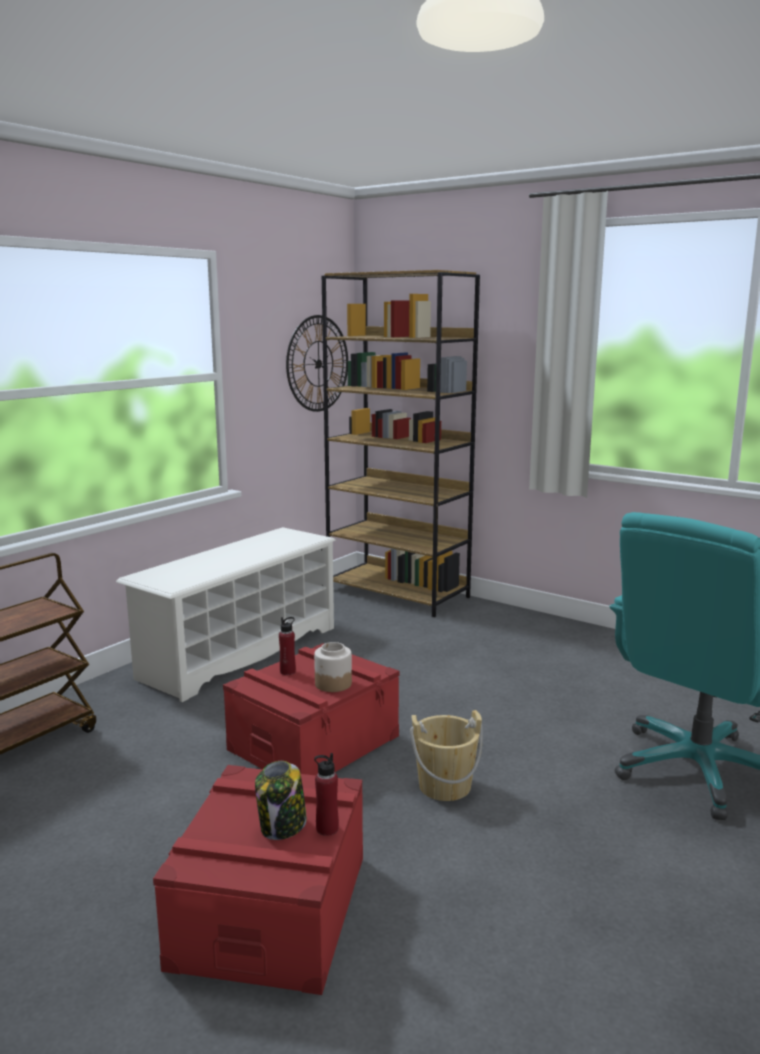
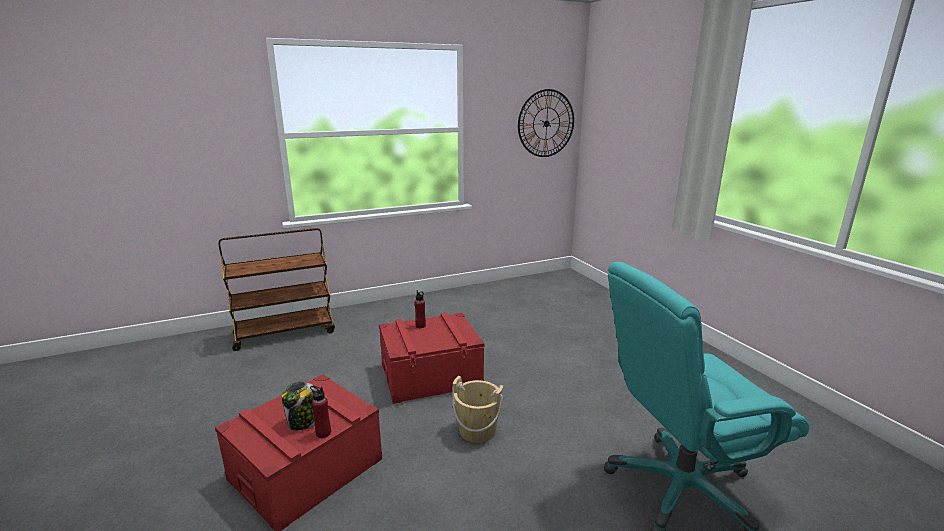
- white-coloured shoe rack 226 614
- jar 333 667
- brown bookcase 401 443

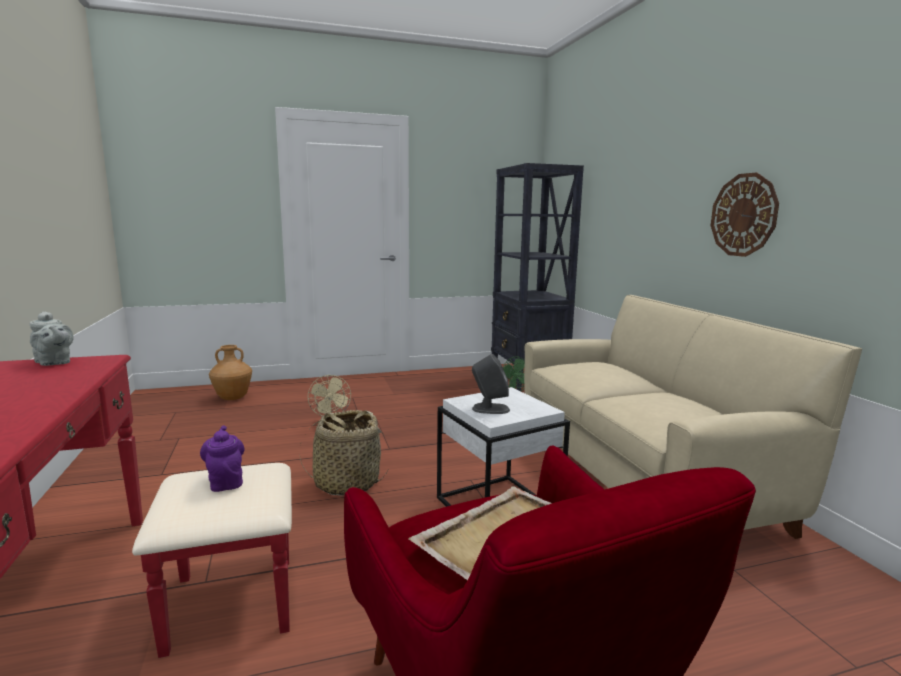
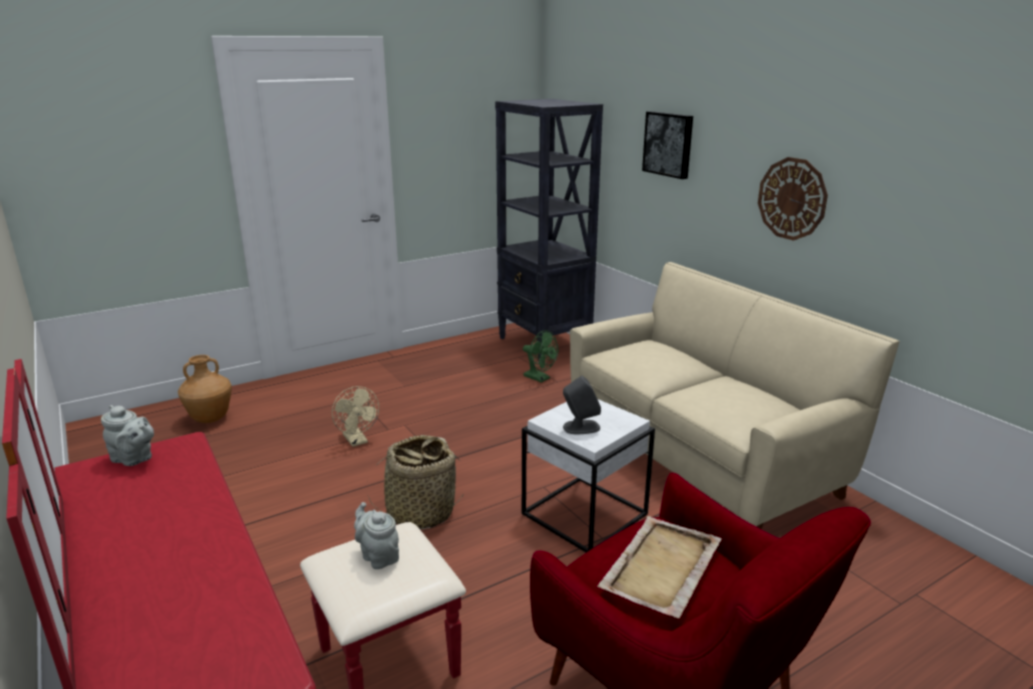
~ purple-coloured teapot 222 459 to gray teapot 376 535
+ picture 667 145

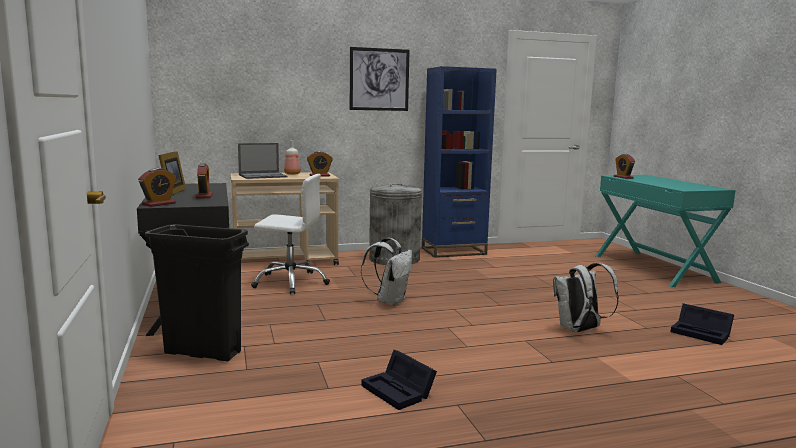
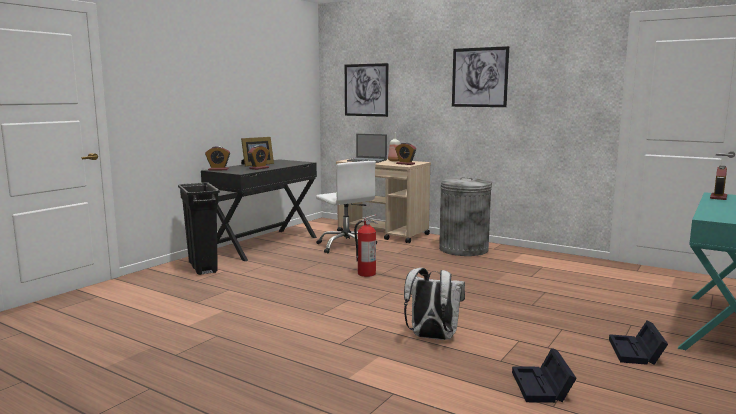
+ picture 367 90
~ white-coloured backpack 386 272 to extinguisher 366 245
~ black-coloured storage bin 399 380 to 638 342
- blue bookcase 459 162

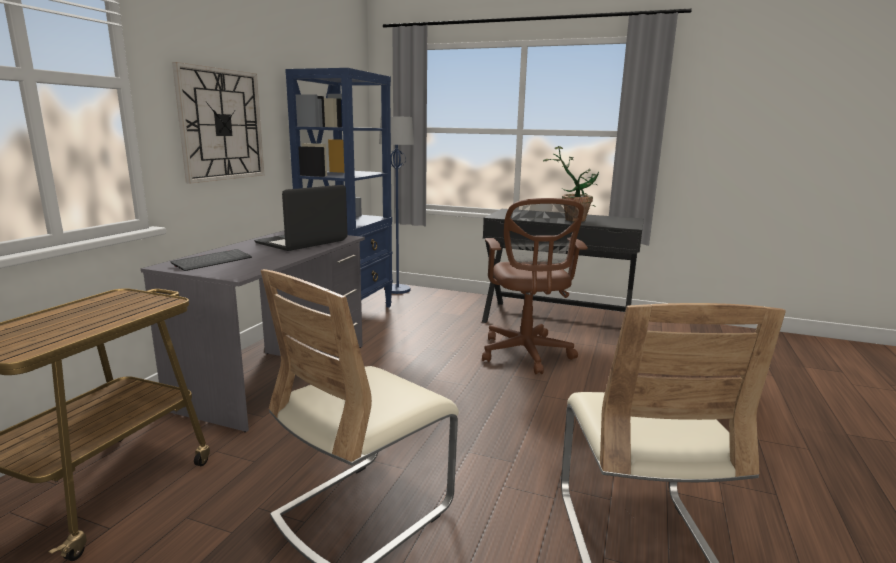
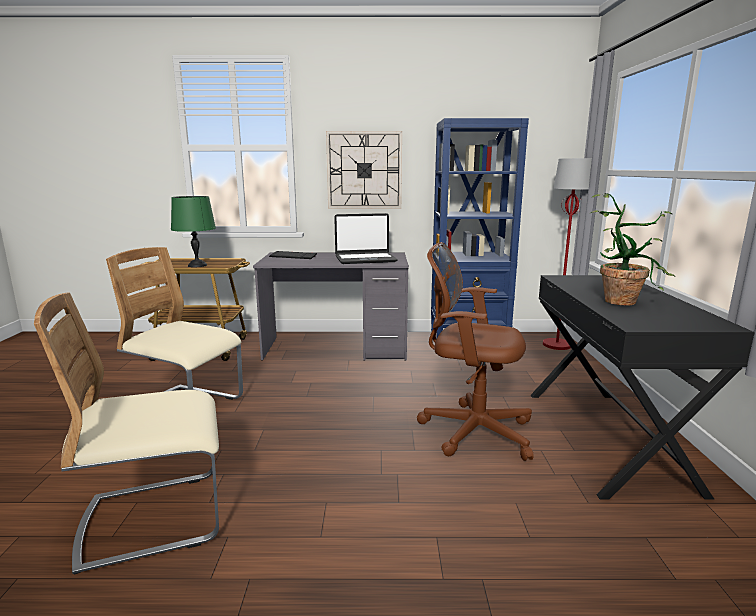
+ greenish table lamp 193 231
~ notebook computer 301 218 = 366 238 150 degrees clockwise
~ brown computer chair 535 286 = 475 351 45 degrees clockwise
~ blue standing lamp 396 205 to red-coloured standing lamp 567 254

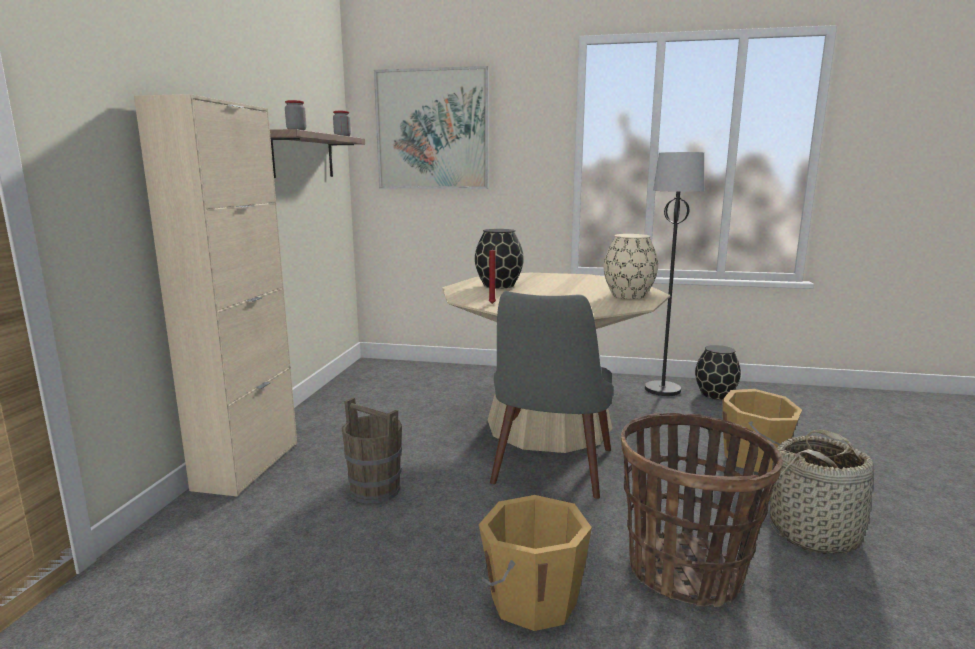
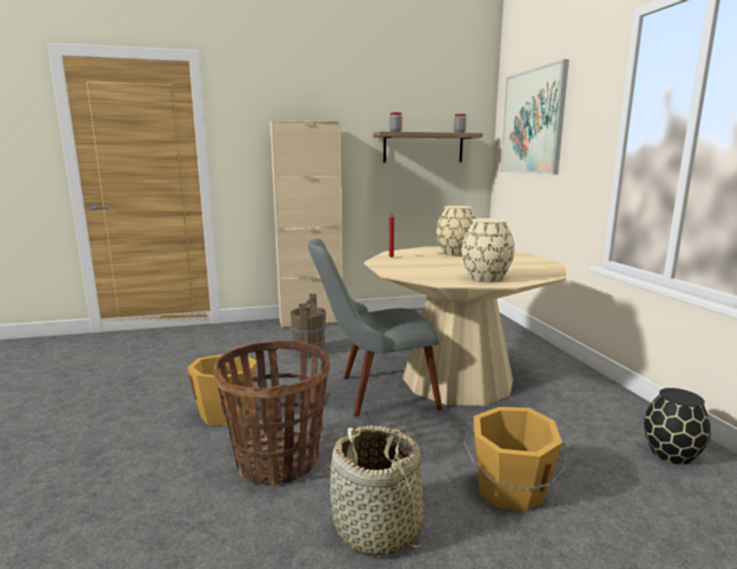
~ black-coloured vase 499 259 to beige vase 455 230
- black-coloured standing lamp 674 274

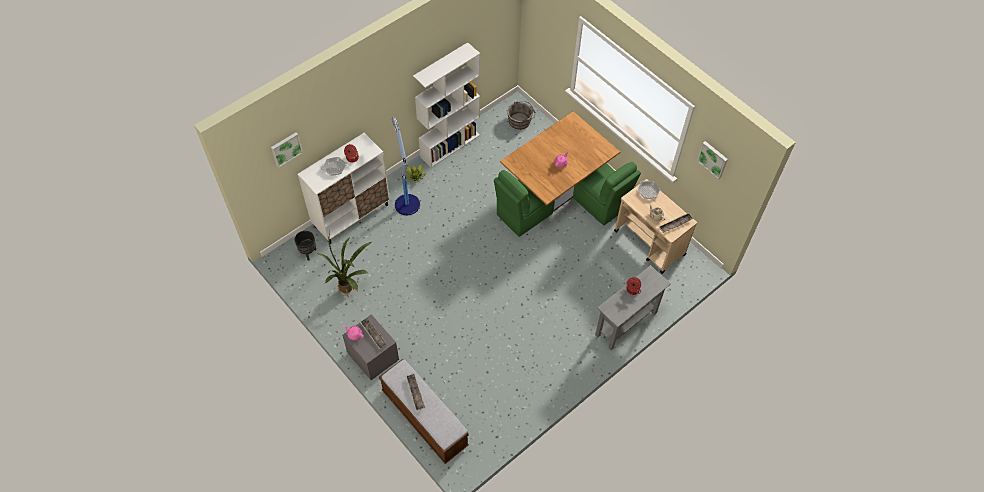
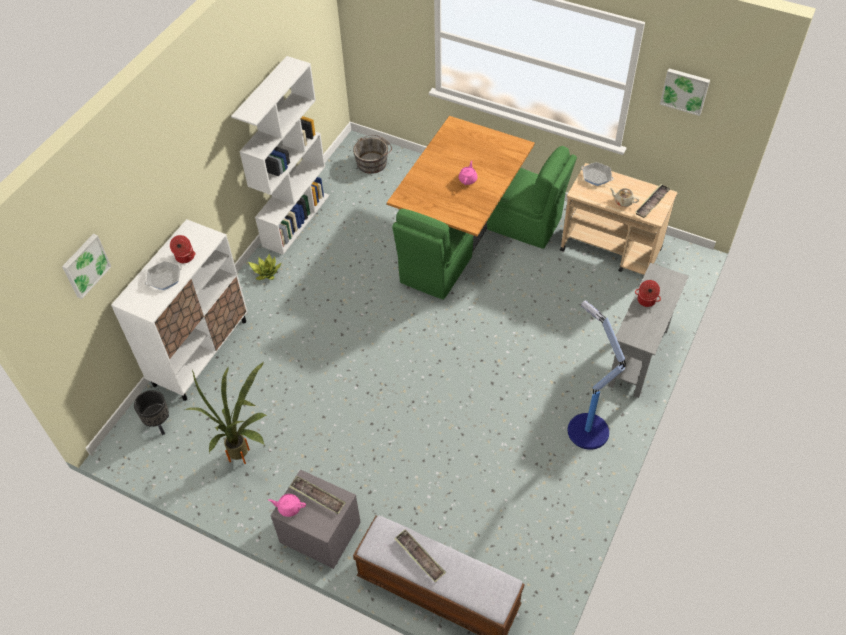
~ standing lamp 406 166 to 597 375

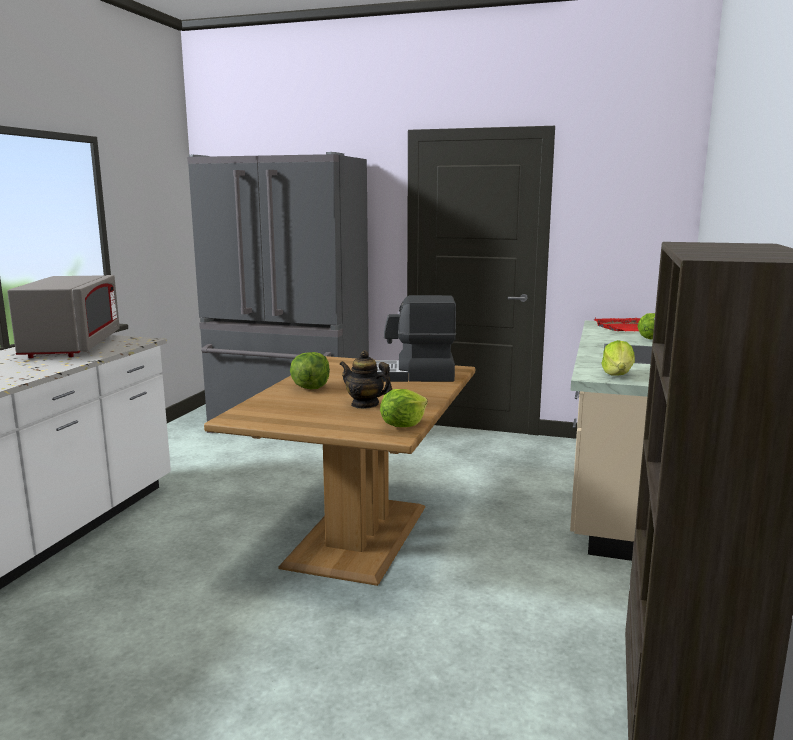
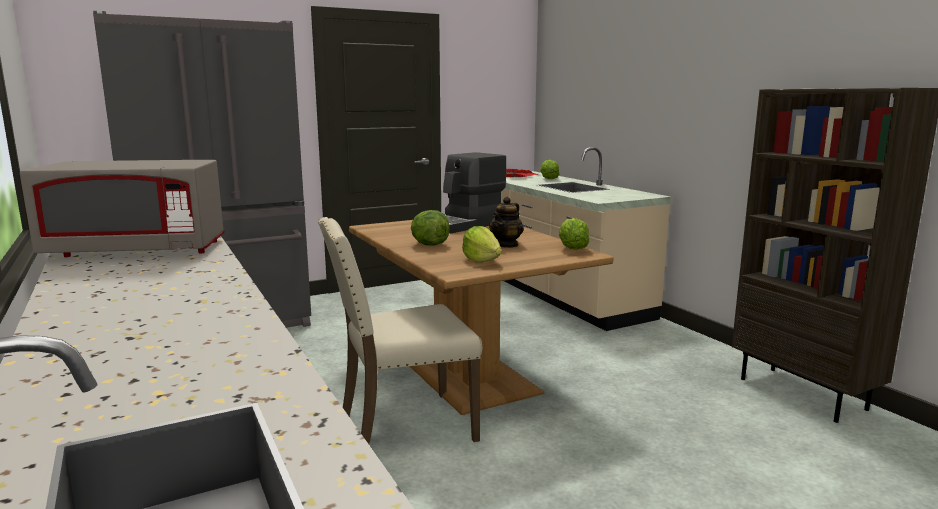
~ gray microwave oven 63 316 = 122 208 135 degrees clockwise
+ beige upright chair 400 330
~ lettuce 618 358 to 482 244
~ teapot 365 379 = 506 222 45 degrees counterclockwise

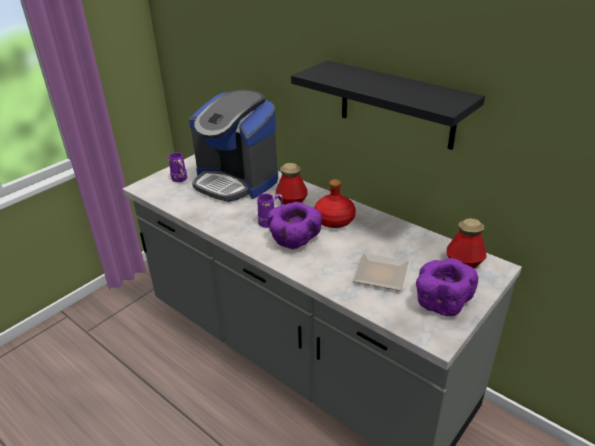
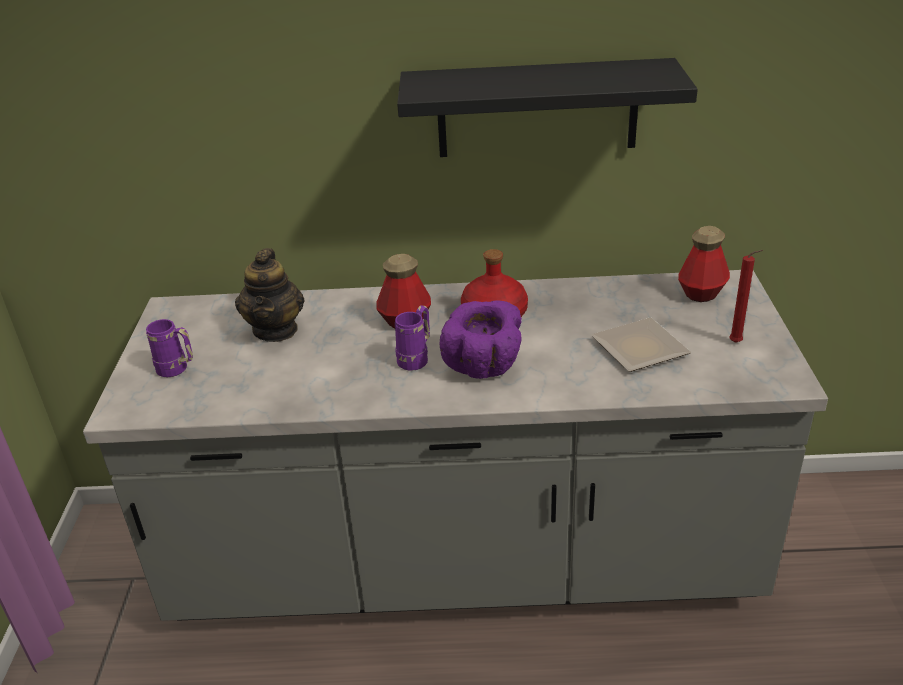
~ coffee brewer 233 145 to teapot 269 295
~ purple-coloured deep dish 447 287 to red-coloured wax light 746 296

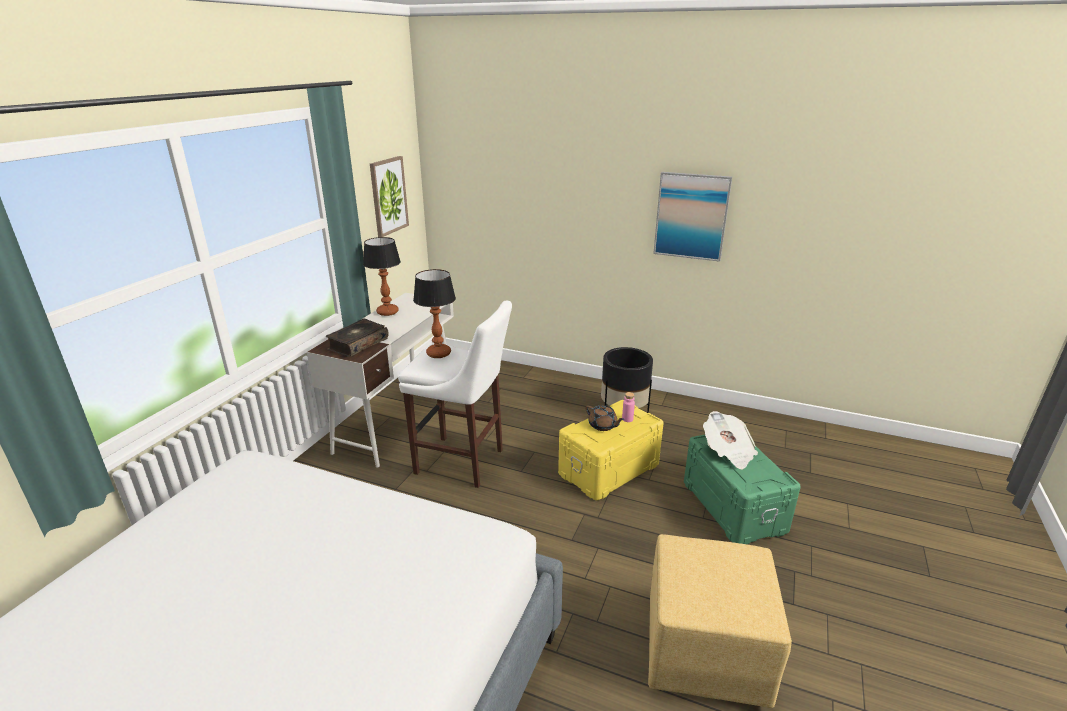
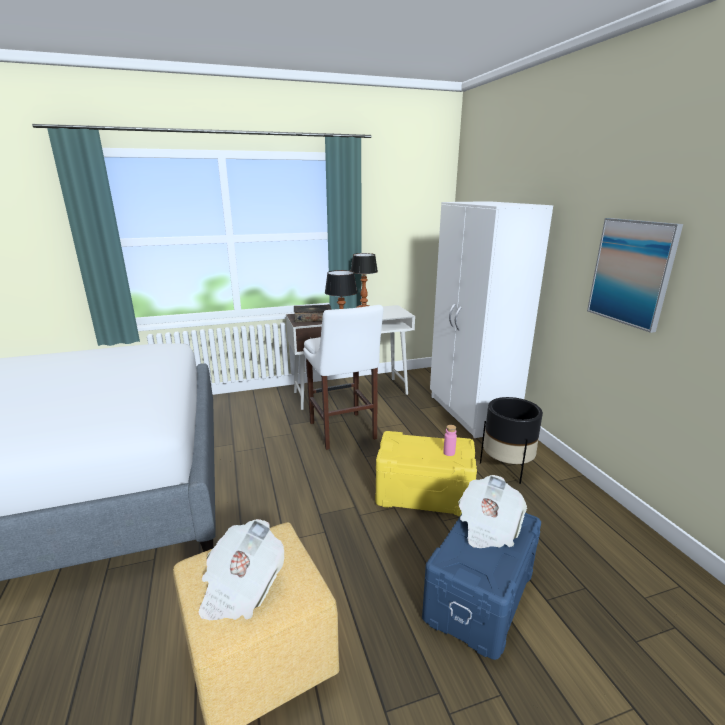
+ printed paper 242 569
~ greenish storage bin 742 489 to blue storage bin 481 586
+ white-coloured armoire 491 319
- picture 389 196
- brown teapot 604 418

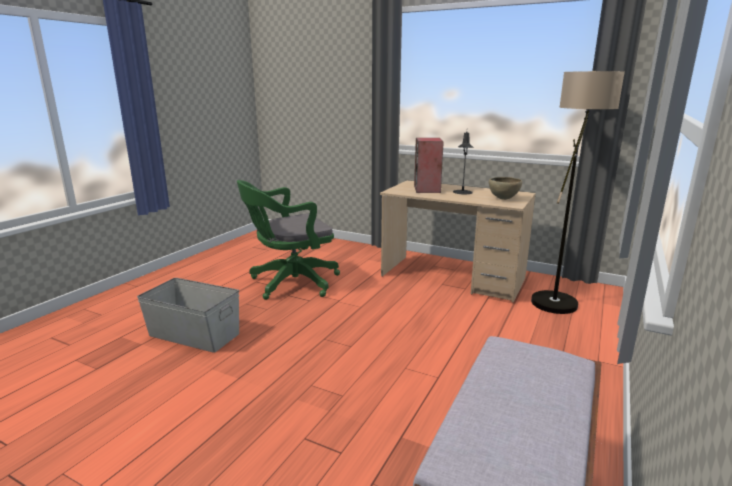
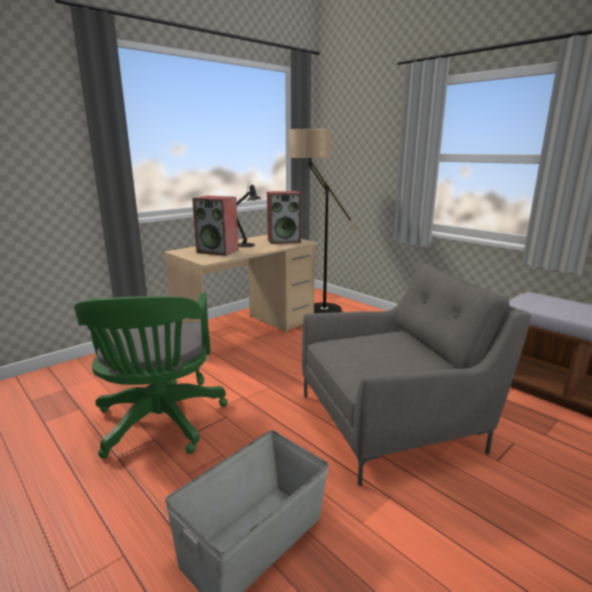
~ brown deep dish 505 188 to loudspeaker 284 217
+ gray armchair 416 375

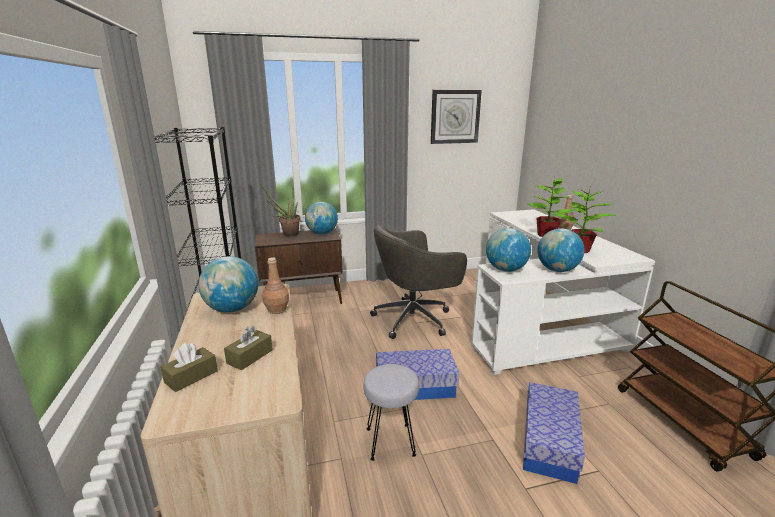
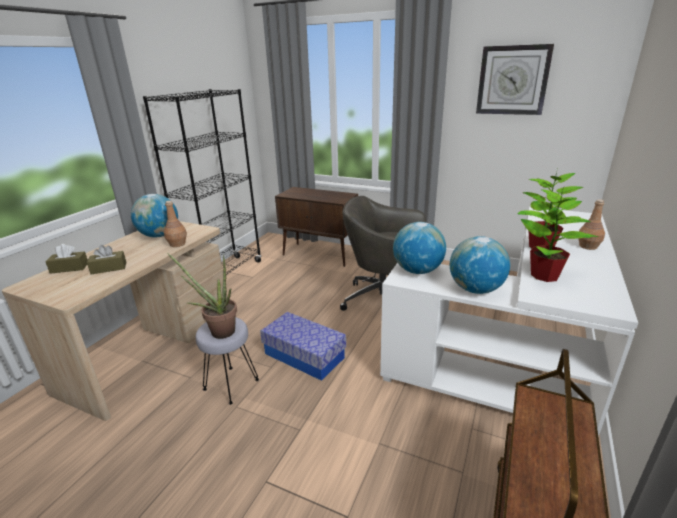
~ potted plant 280 209 to 202 296
- desk globe 321 218
- storage bin 554 433

